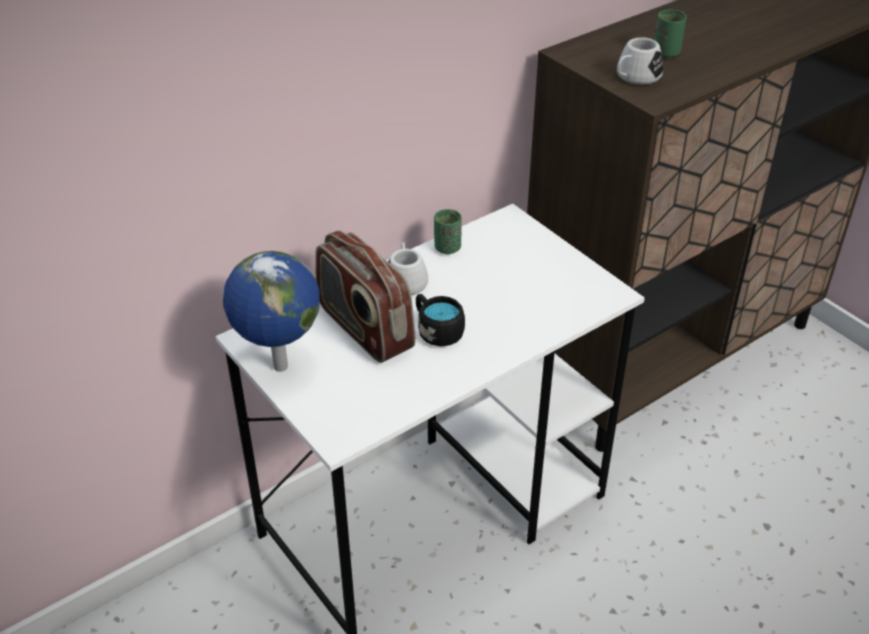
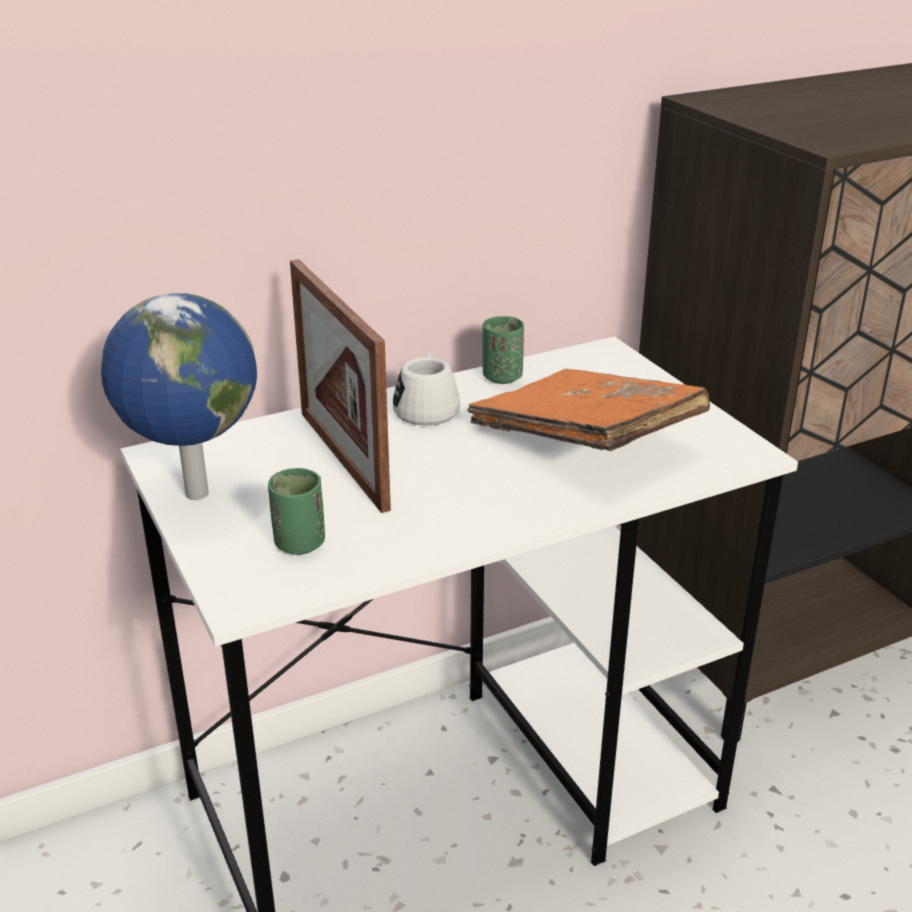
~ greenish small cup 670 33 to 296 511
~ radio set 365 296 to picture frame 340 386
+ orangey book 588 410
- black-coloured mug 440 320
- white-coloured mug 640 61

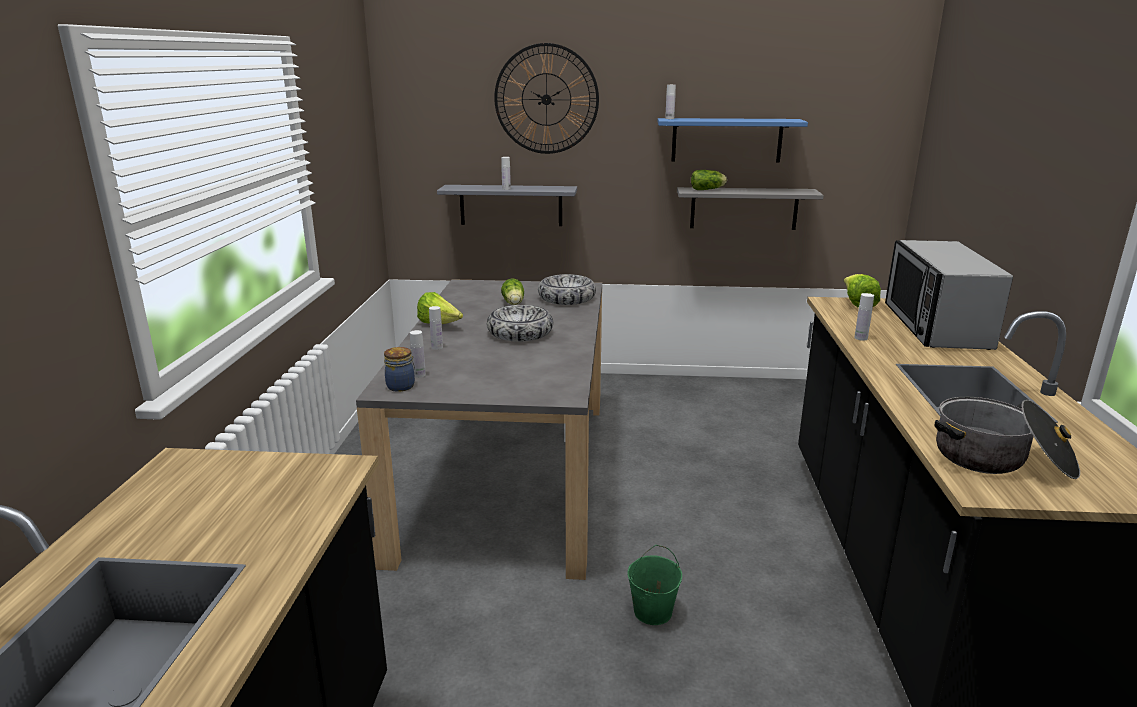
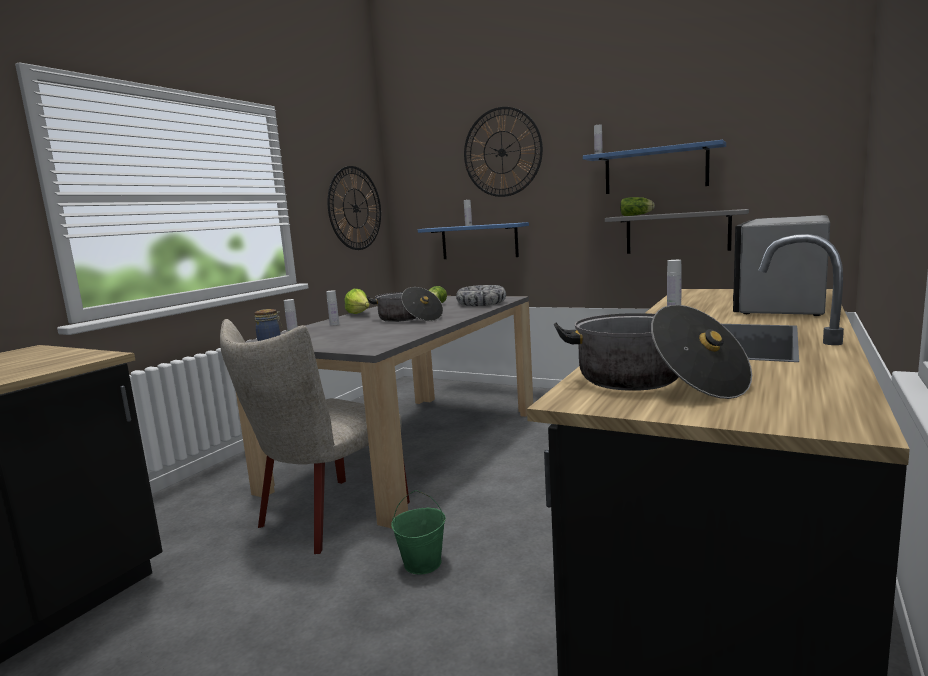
+ beige upright chair 315 436
+ hanging clock 354 208
~ deep dish 520 323 to stockpot 405 304
~ gray bracket shelf 507 205 to blue bracket shelf 473 240
- lettuce 862 291

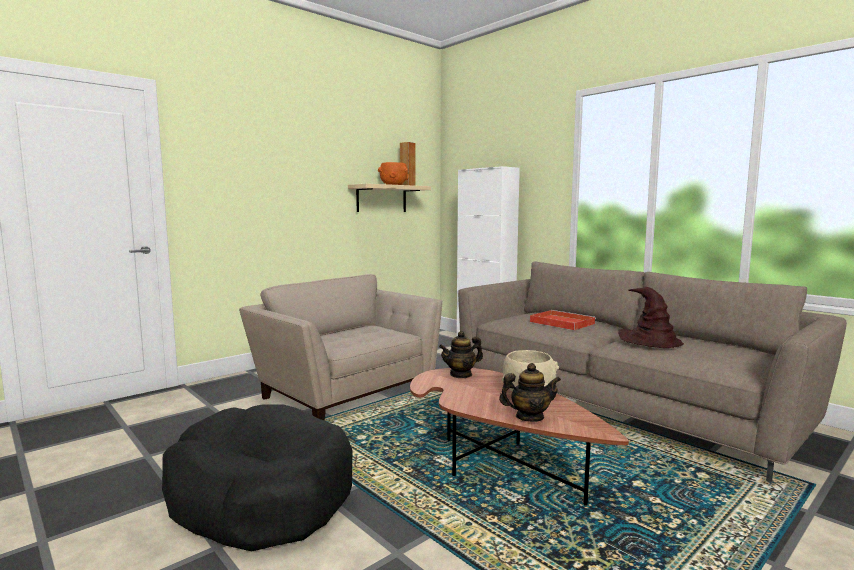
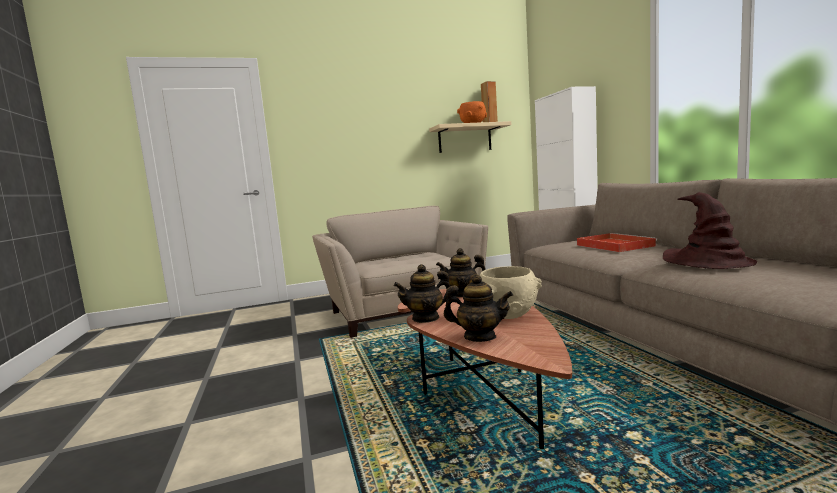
+ teapot 422 293
- black-coloured dog cushion 257 478

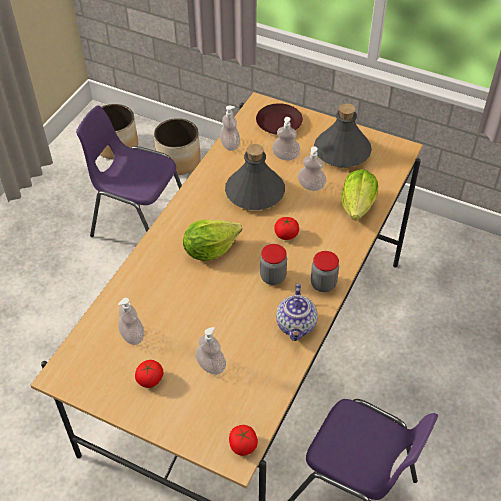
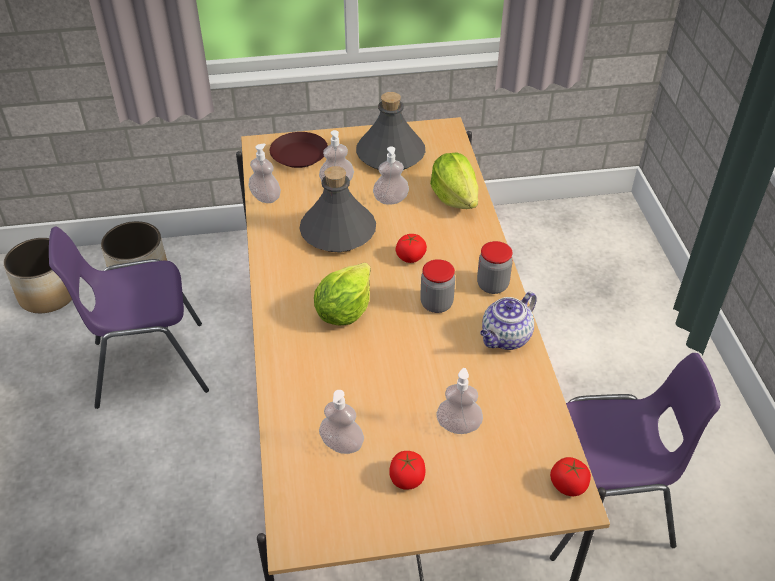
~ teapot 297 312 = 508 320 75 degrees clockwise

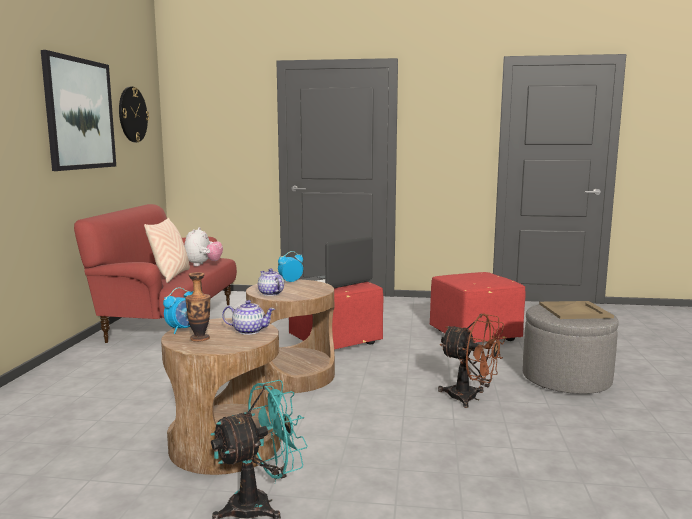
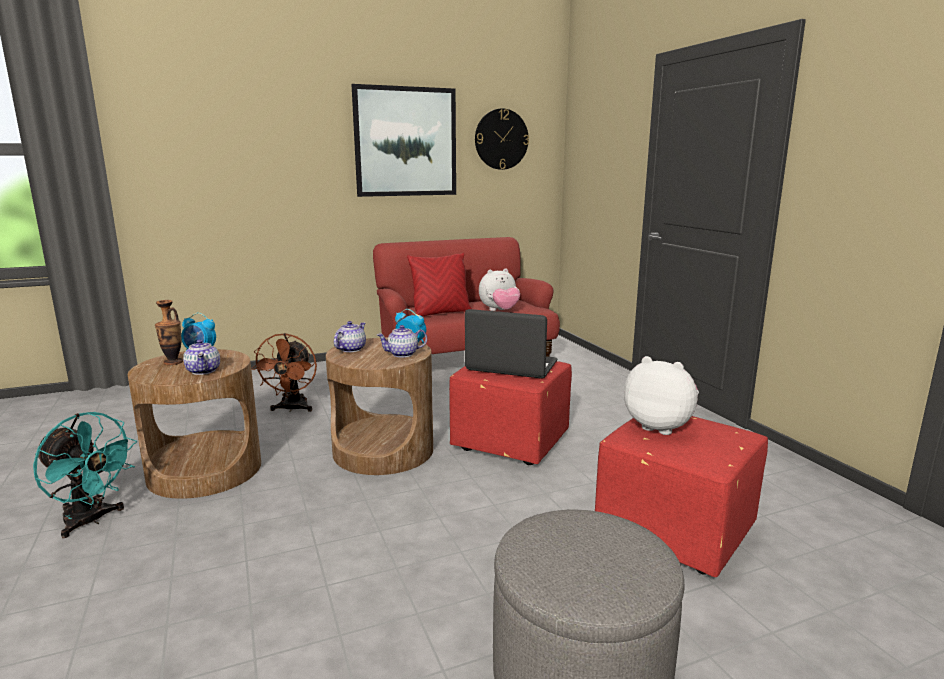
~ brown electric fan 471 361 to 284 372
+ teapot 402 341
~ beige throw pillow 167 250 to red-coloured throw pillow 439 285
+ plush toy 661 395
- beige carrying tray 576 310

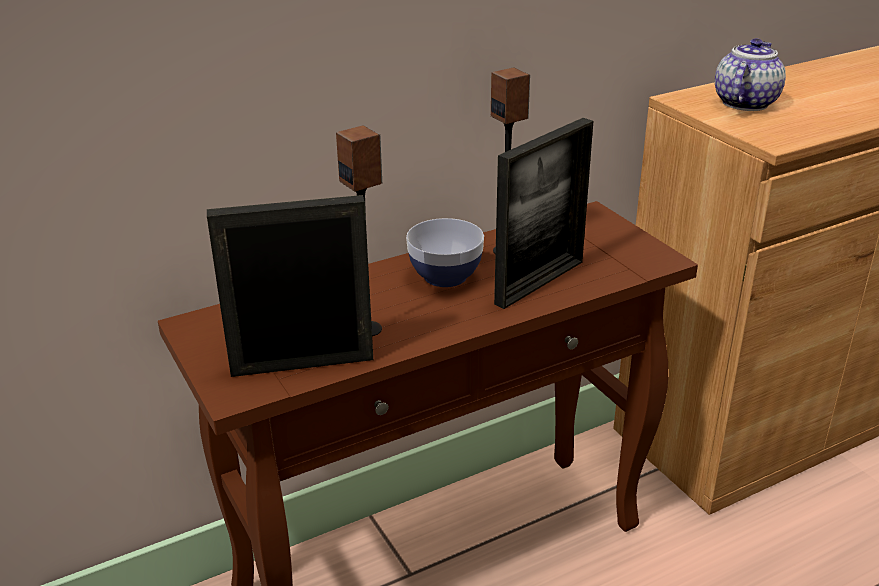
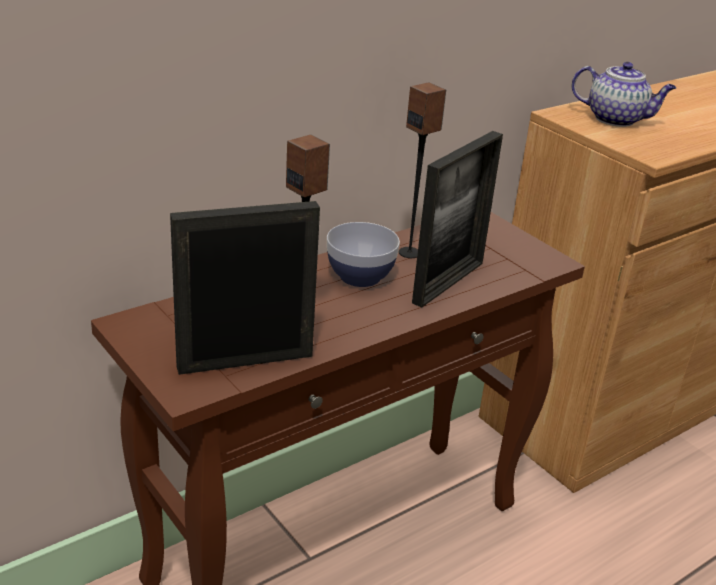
~ teapot 750 74 = 624 94 90 degrees clockwise

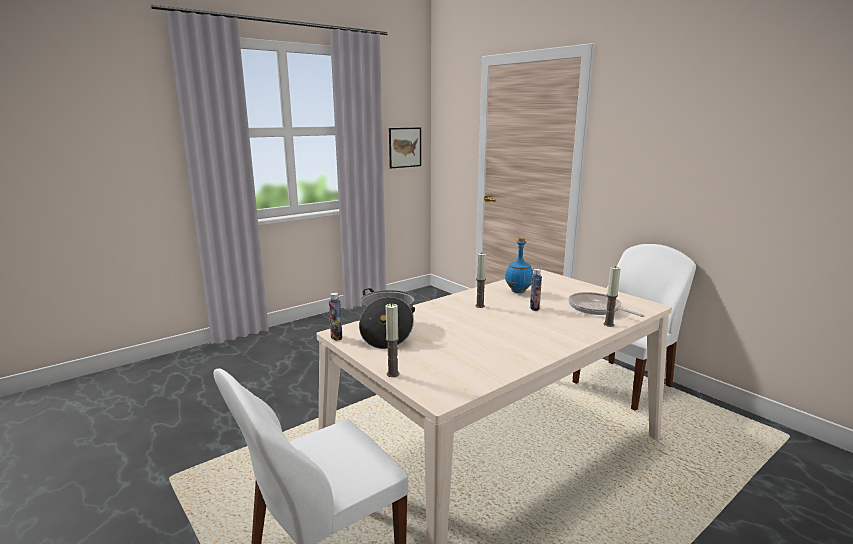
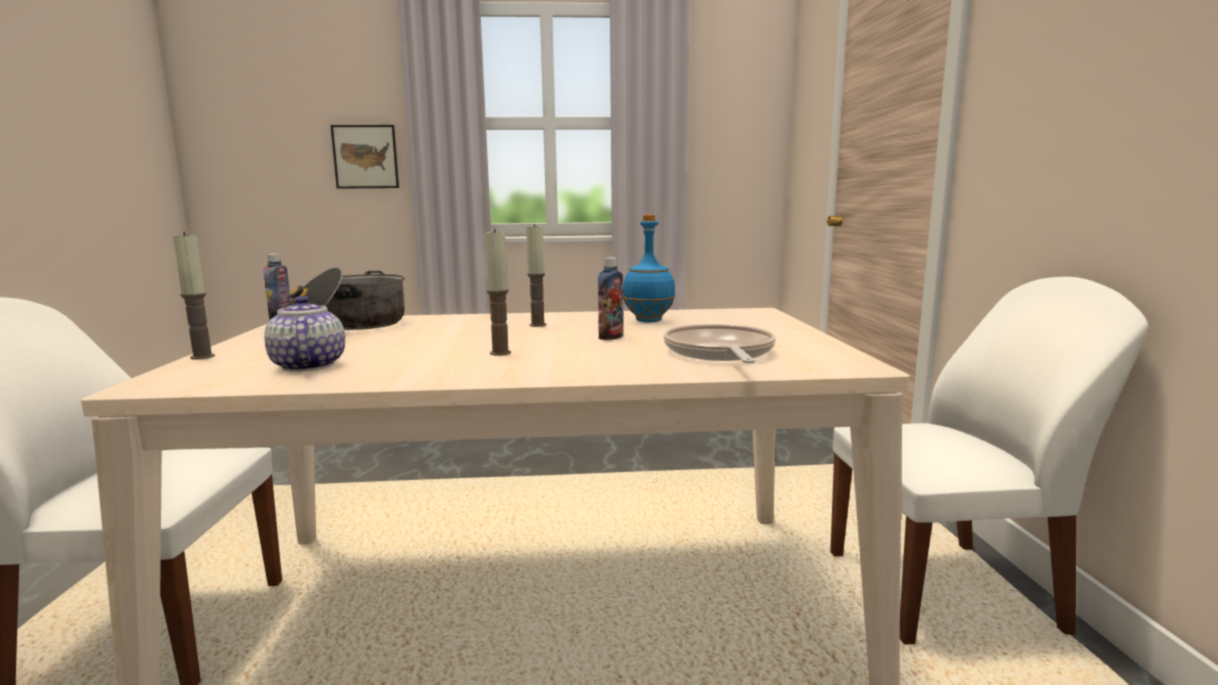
+ teapot 304 334
~ picture 405 148 to 365 157
~ wax light 612 296 to 498 292

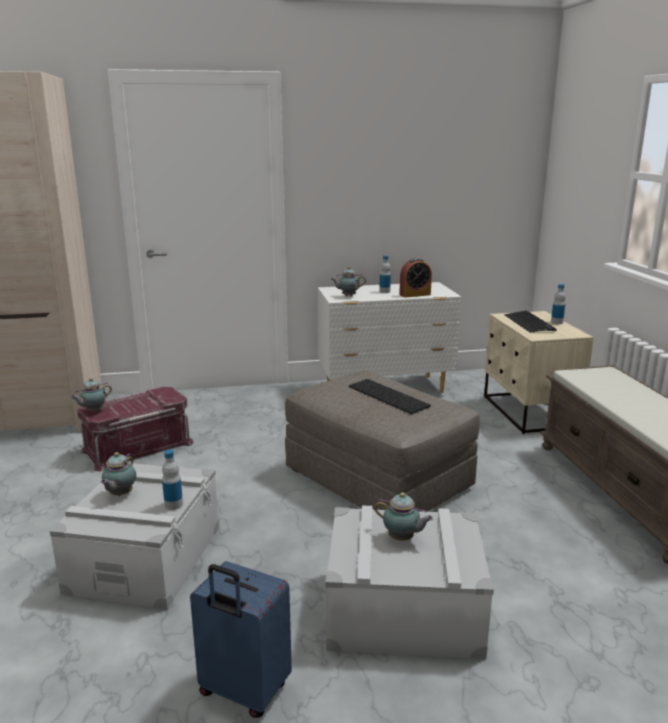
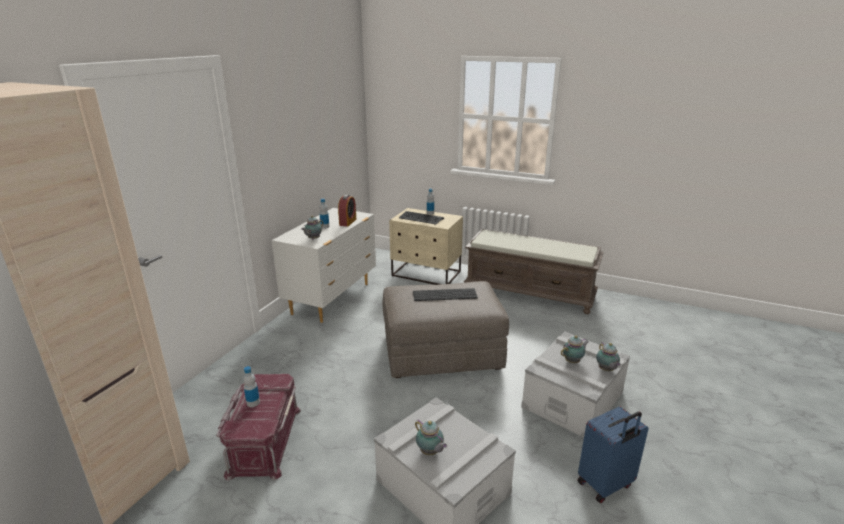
~ drink bottle 172 480 to 251 386
~ teapot 91 395 to 608 356

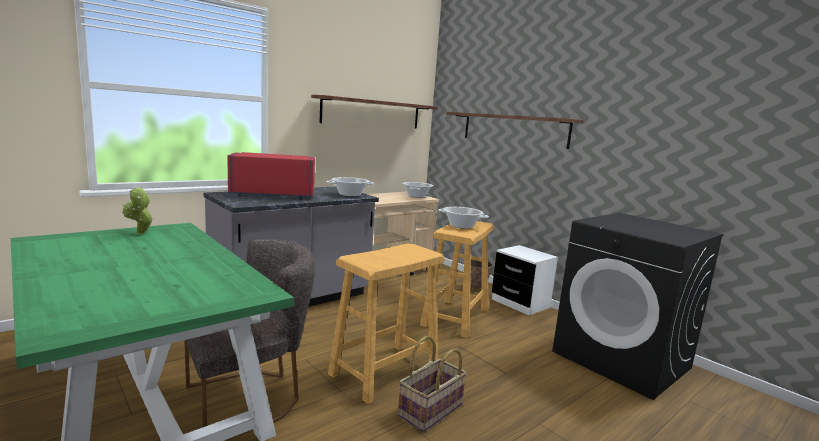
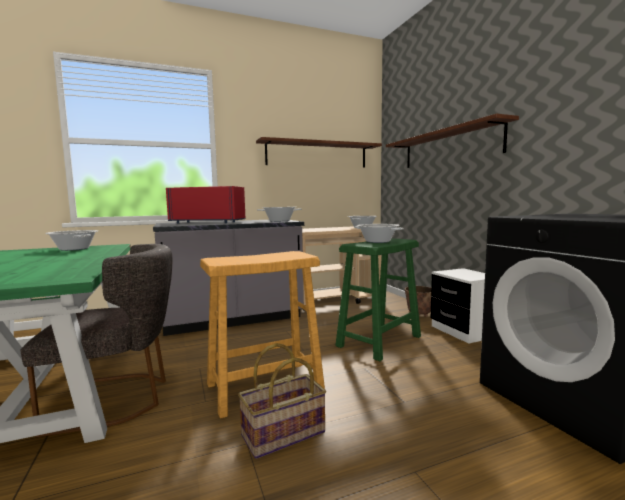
~ potted plant 138 211 to stockpot 71 240
~ beige sitting stool 457 279 to greenish sitting stool 378 299

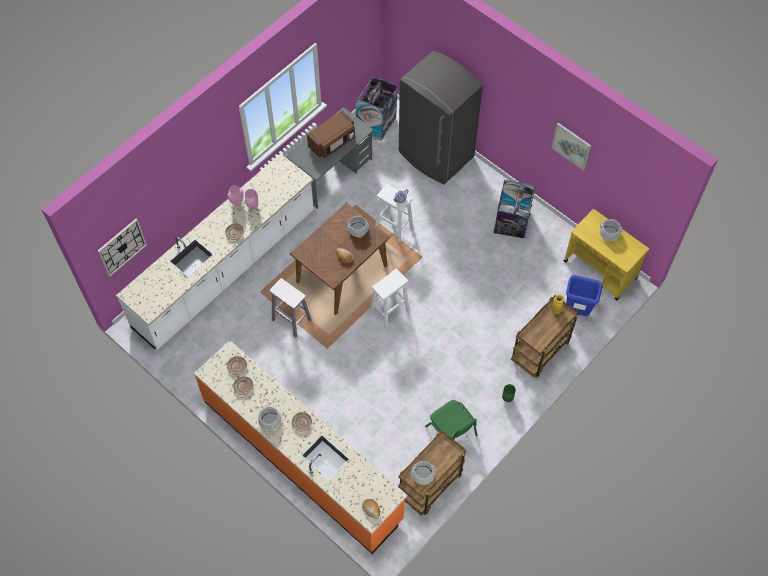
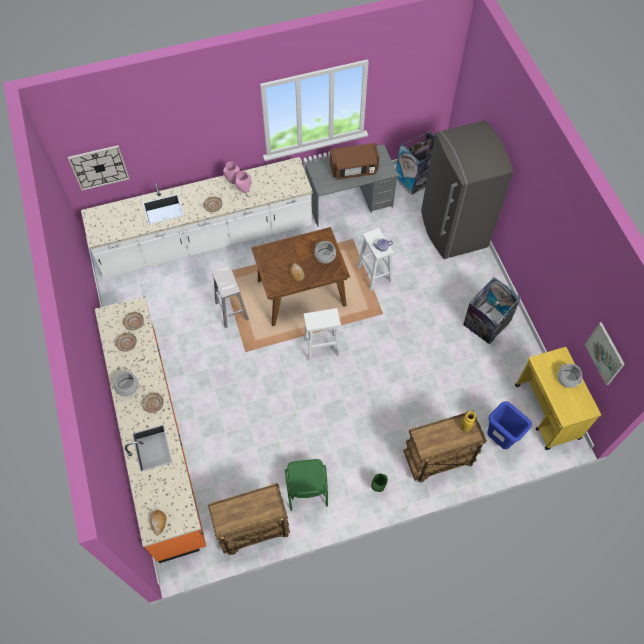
~ picture 571 147 to 605 353
- stockpot 423 473

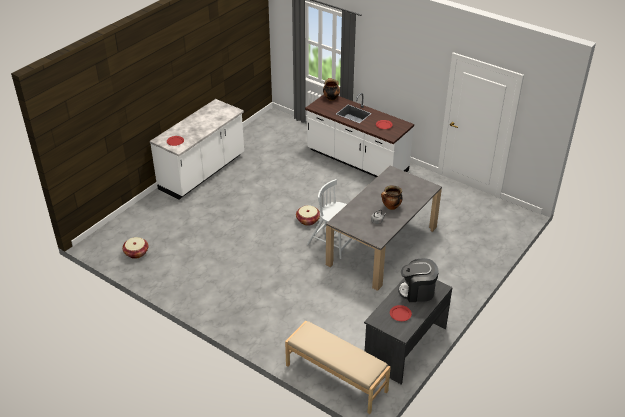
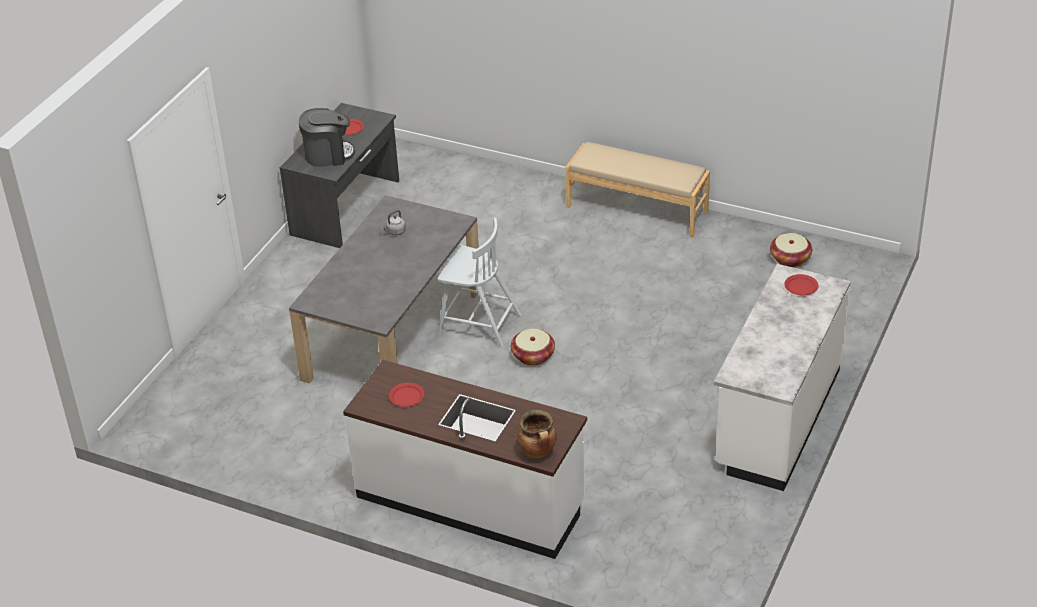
~ beige indoor bench 338 367 to 638 189
- stockpot 392 197

